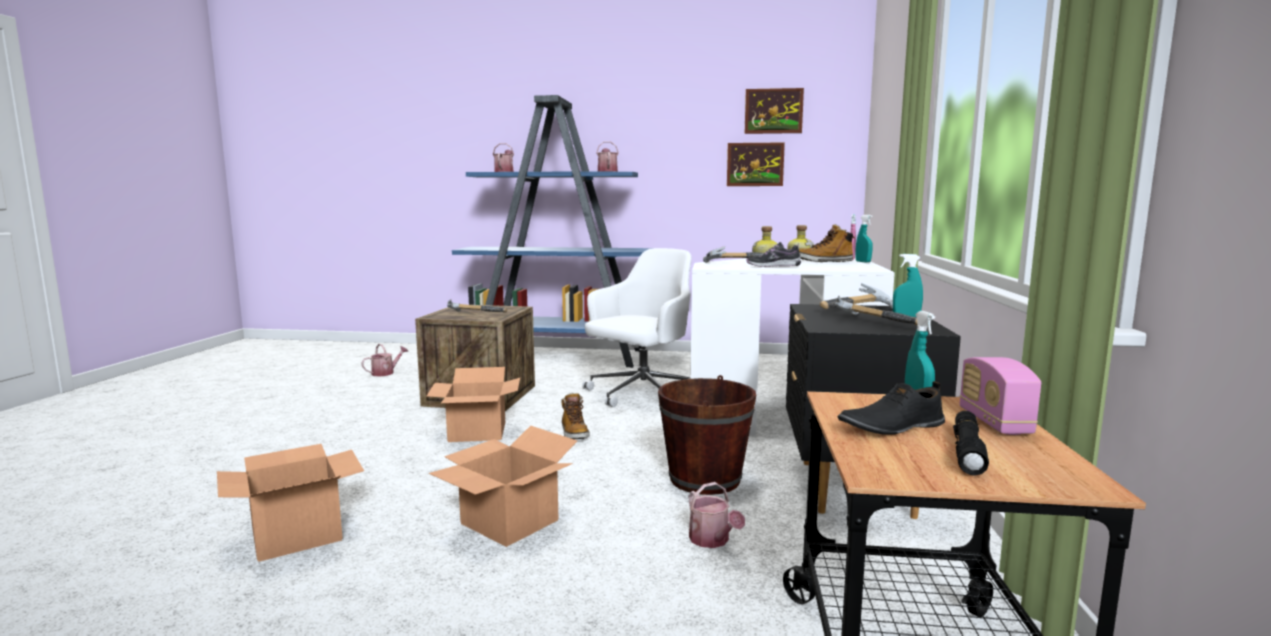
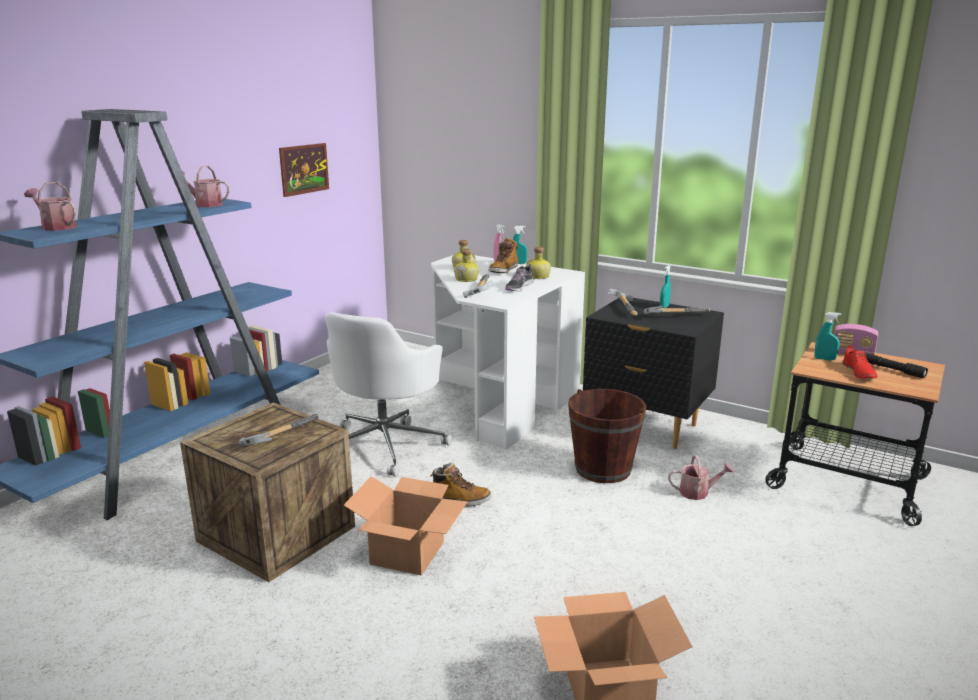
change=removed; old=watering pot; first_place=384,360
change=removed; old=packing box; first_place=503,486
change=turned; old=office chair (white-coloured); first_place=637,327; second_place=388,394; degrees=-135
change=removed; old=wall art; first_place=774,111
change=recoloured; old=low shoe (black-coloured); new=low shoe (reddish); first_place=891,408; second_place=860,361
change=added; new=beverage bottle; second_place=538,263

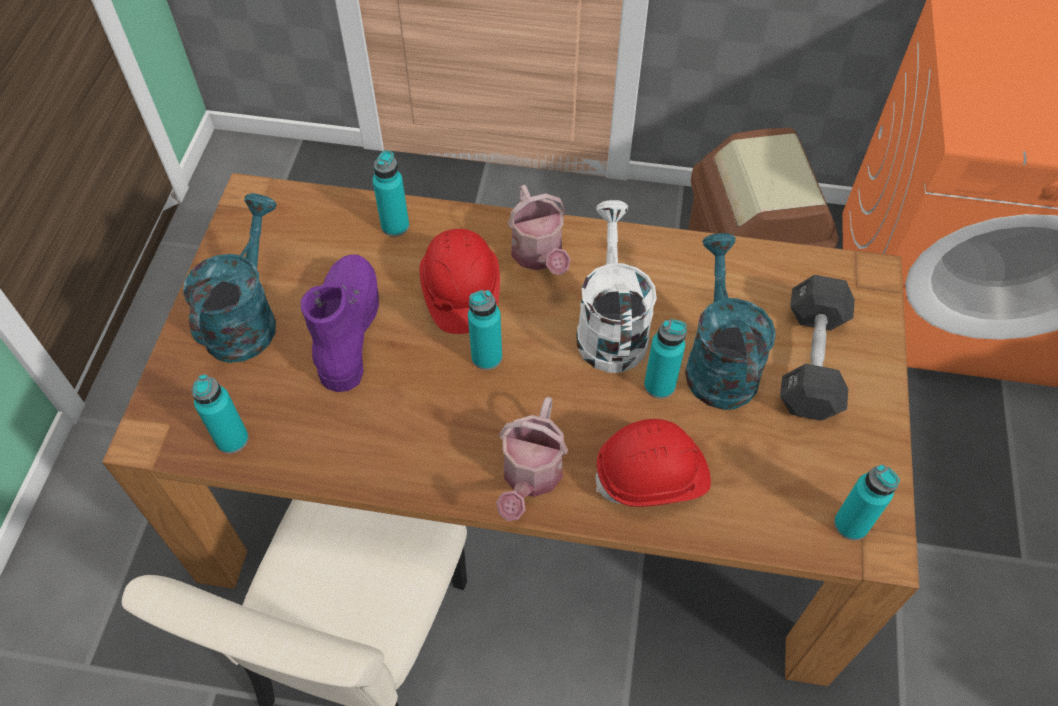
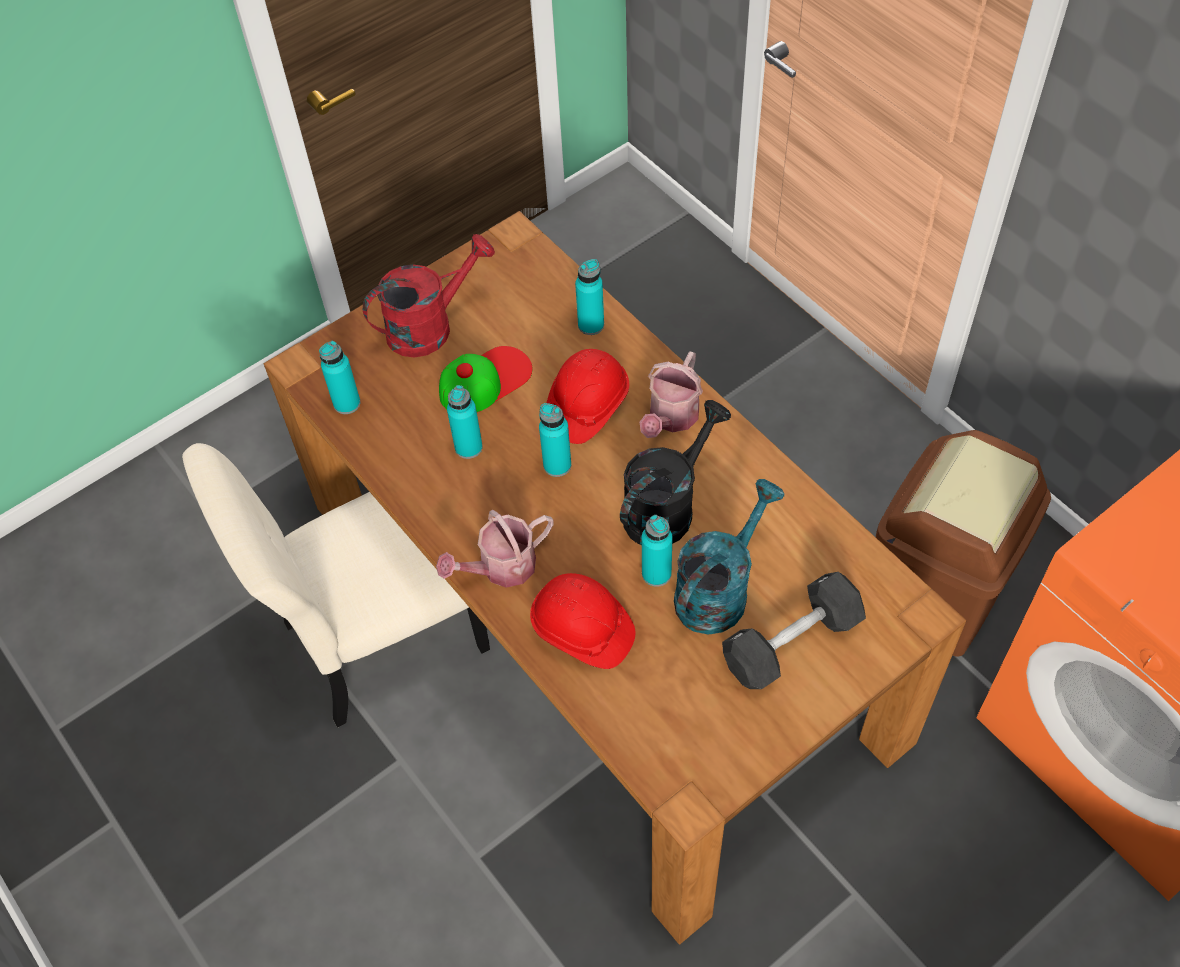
change=recoloured; old=watering pot (blue-green); new=watering pot (reddish); first_place=230,278; second_place=429,296
change=replaced; old=high-top boot (purplish); new=baseball cap; first_place=340,323; second_place=485,379
change=recoloured; old=watering pot (white-coloured); new=watering pot (black-coloured); first_place=616,286; second_place=675,472
change=moved; old=beverage bottle (blue-green); first_place=867,502; second_place=465,422

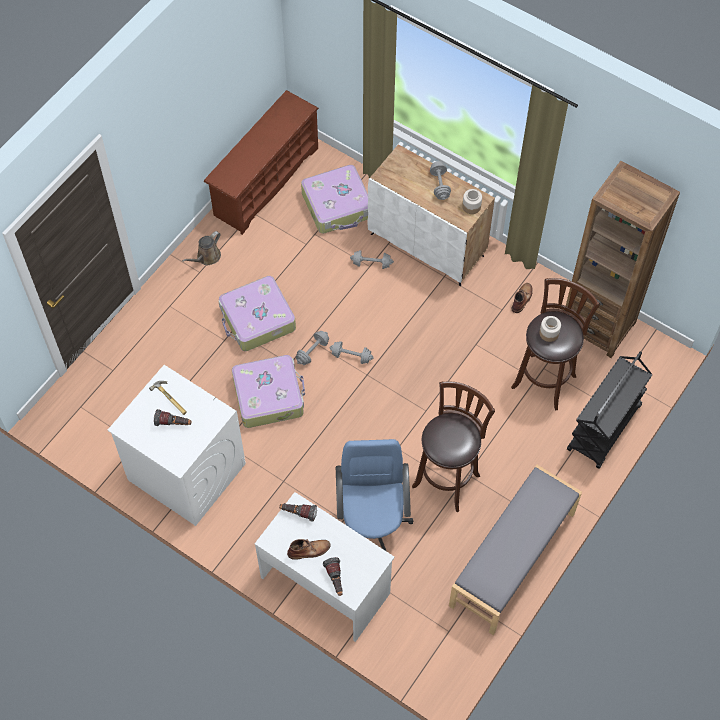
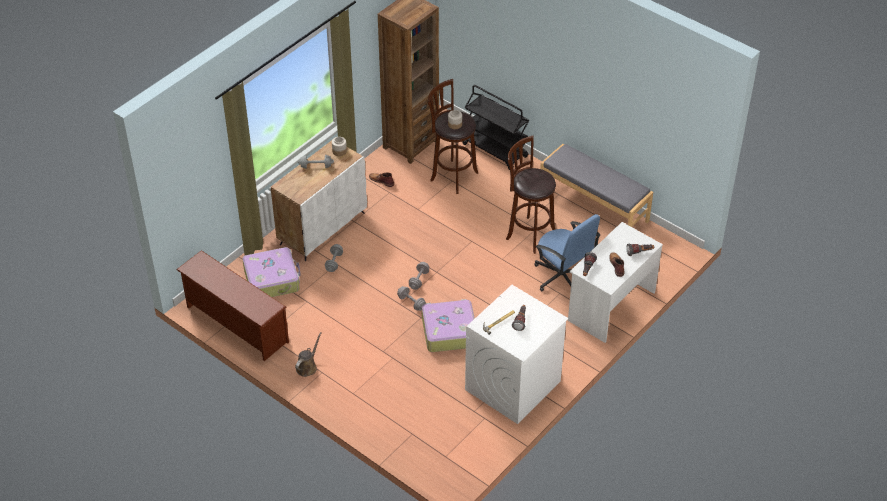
change=turned; old=watering pot (brownish); first_place=201,248; second_place=308,354; degrees=-105
change=removed; old=suitcase; first_place=257,313
change=turned; old=office chair (bluish); first_place=375,495; second_place=567,252; degrees=-135

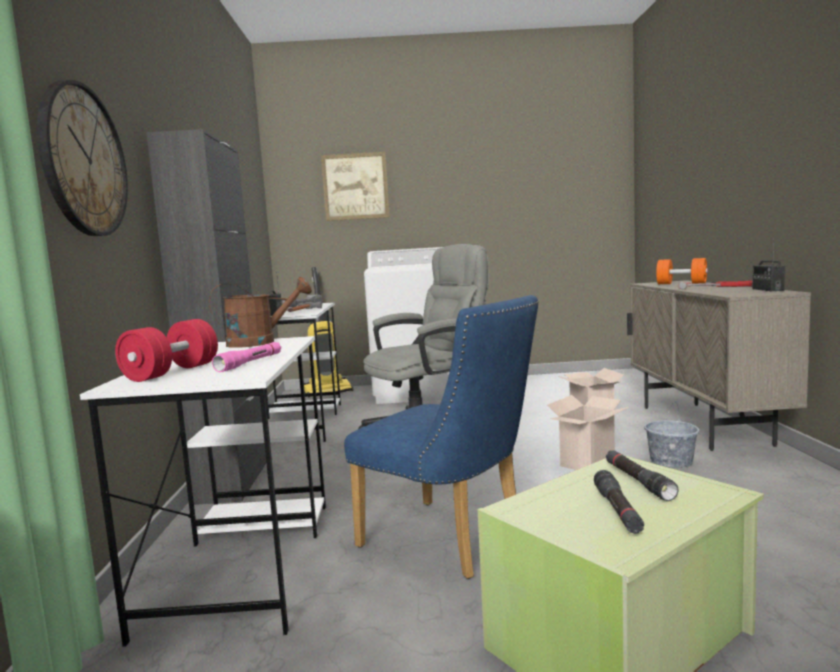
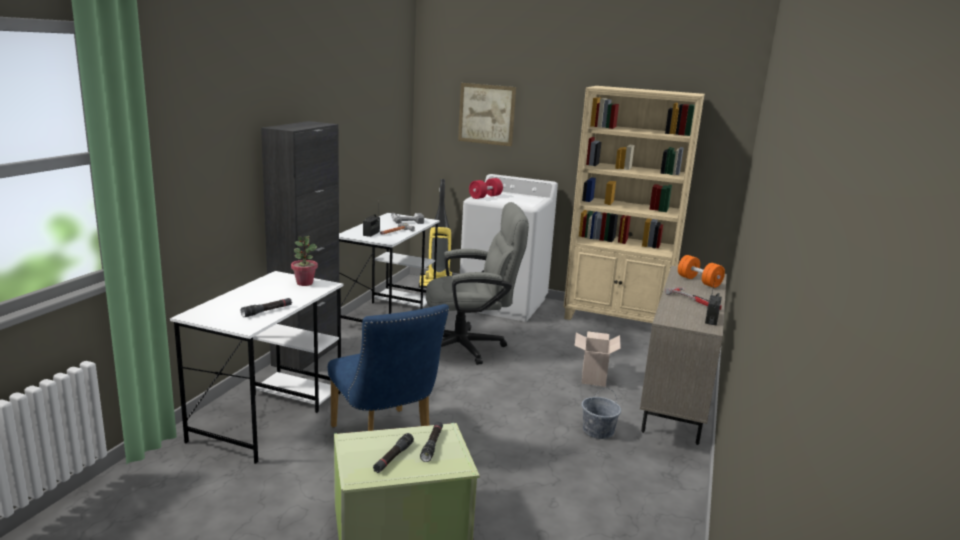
change=removed; old=wall clock; first_place=82,158
change=moved; old=hand weight (reddish); first_place=166,350; second_place=486,188
change=replaced; old=watering pot (brownish); new=houseplant; first_place=260,312; second_place=304,261
change=recoloured; old=torch (pink-coloured); new=torch (black-coloured); first_place=246,357; second_place=266,307
change=removed; old=packing box; first_place=588,432
change=added; new=bookcase (beige); second_place=634,204

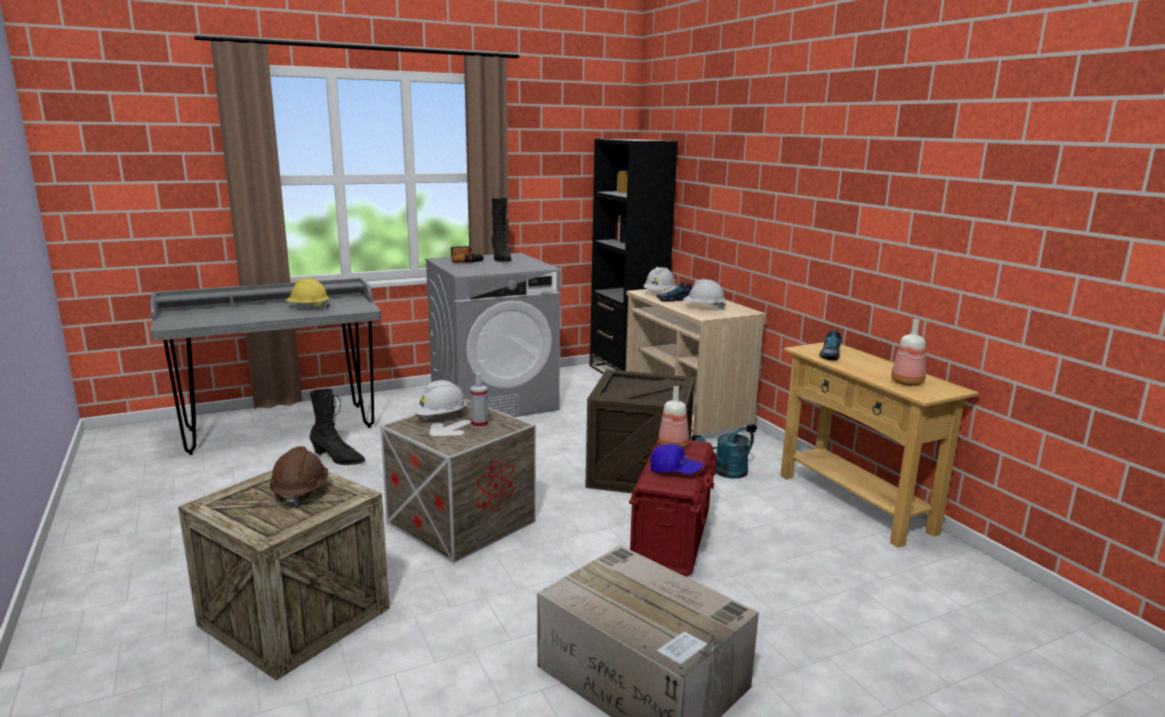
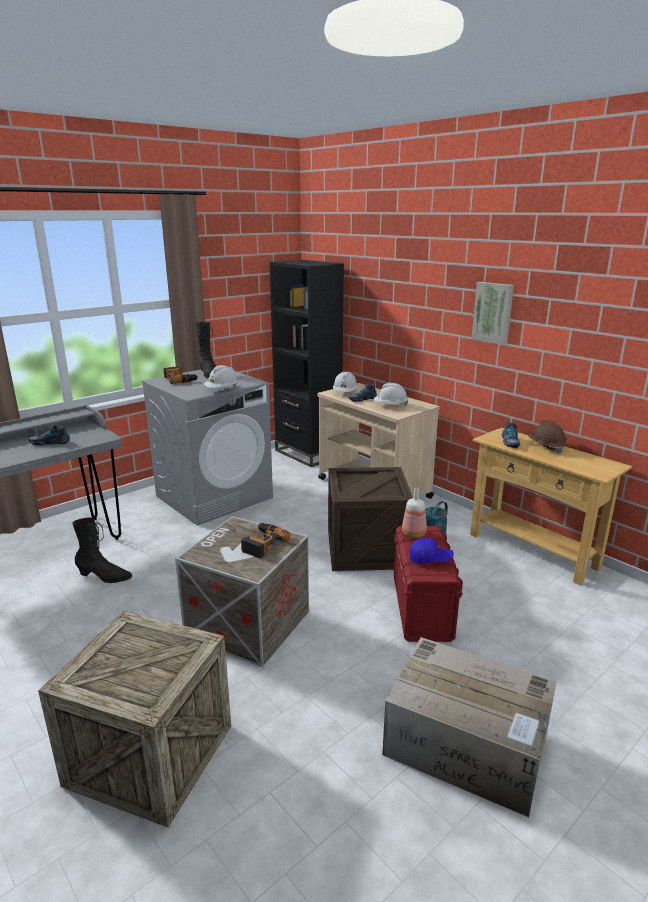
change=moved; old=safety helmet (brownish); first_place=298,477; second_place=547,437
change=replaced; old=safety helmet (yellowish); new=low shoe; first_place=307,293; second_place=49,435
change=moved; old=safety helmet (white-coloured); first_place=439,398; second_place=221,376
change=replaced; old=sprayer; new=power drill; first_place=479,400; second_place=266,540
change=removed; old=beverage bottle; first_place=908,352
change=added; new=wall art; second_place=493,313

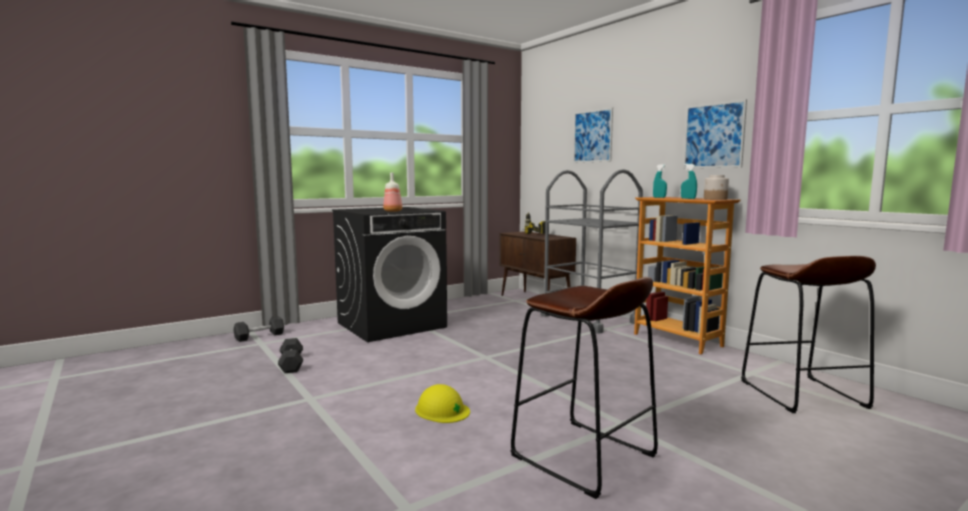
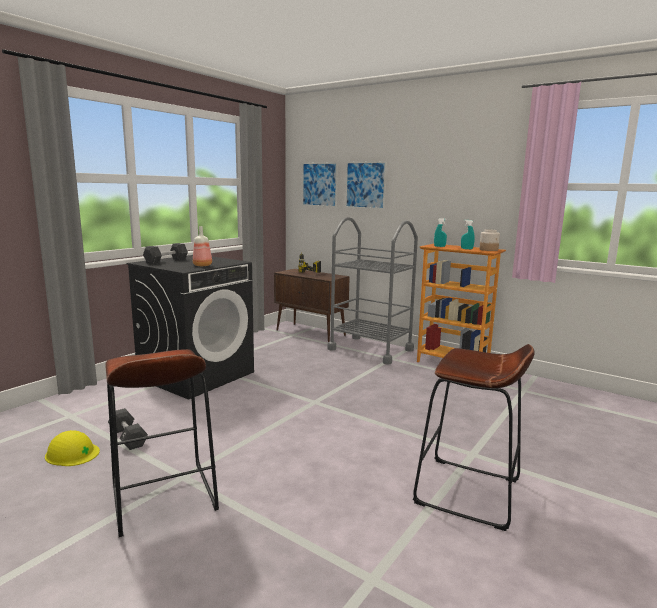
change=moved; old=hand weight (black-coloured); first_place=259,329; second_place=165,253
change=moved; old=safety helmet (yellowish); first_place=442,403; second_place=72,448
change=moved; old=wall art; first_place=715,133; second_place=320,184
change=moved; old=sitting stool (brownish); first_place=808,334; second_place=162,443

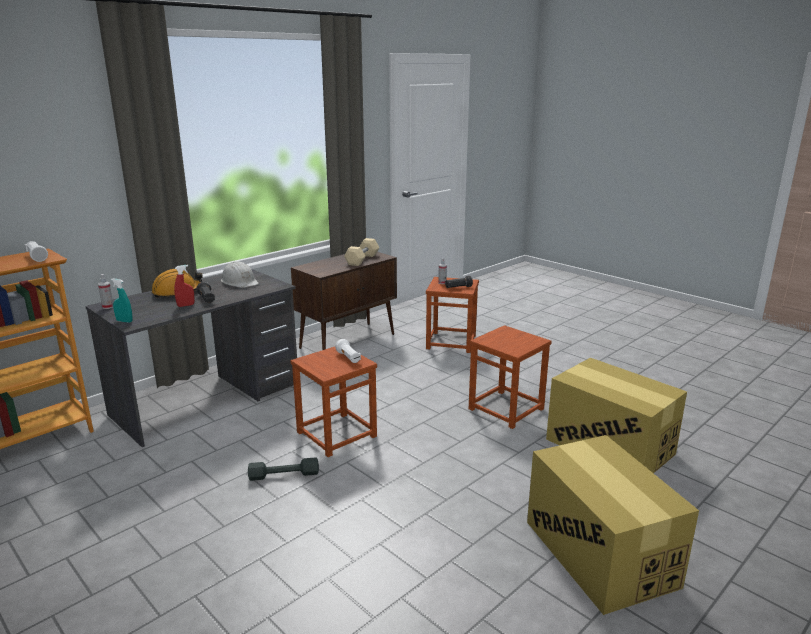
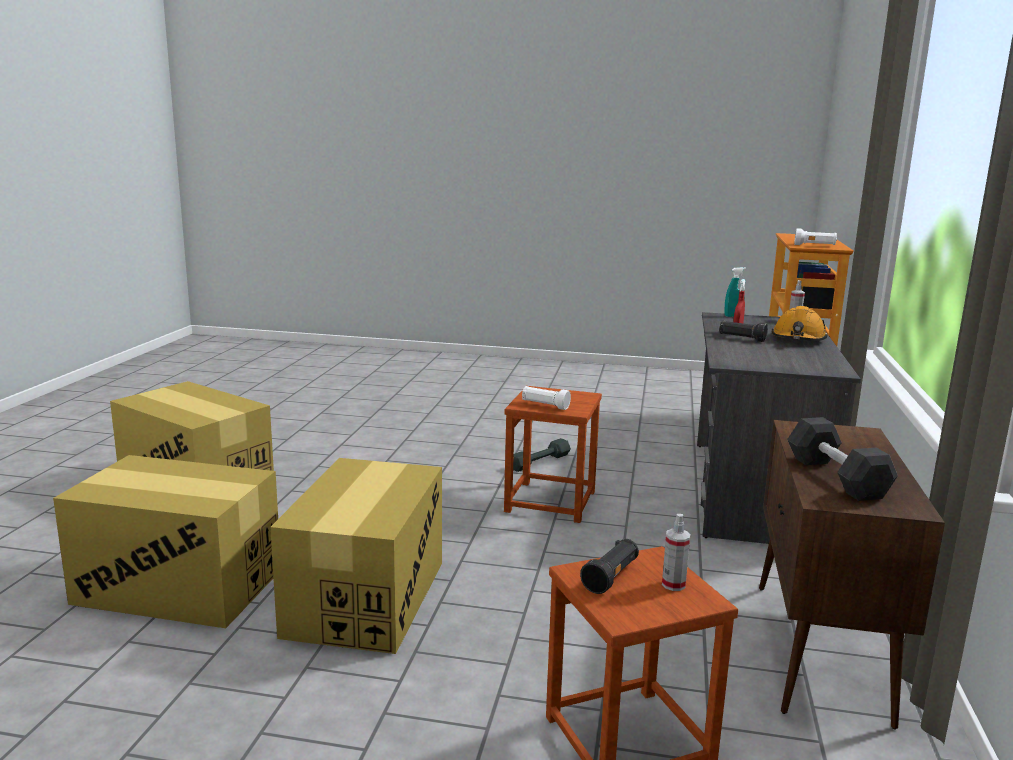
change=removed; old=safety helmet (white-coloured); first_place=240,274
change=recoloured; old=hand weight (beige); new=hand weight (black-coloured); first_place=362,252; second_place=842,459
change=replaced; old=sitting stool (brownish); new=packing box; first_place=510,377; second_place=356,556

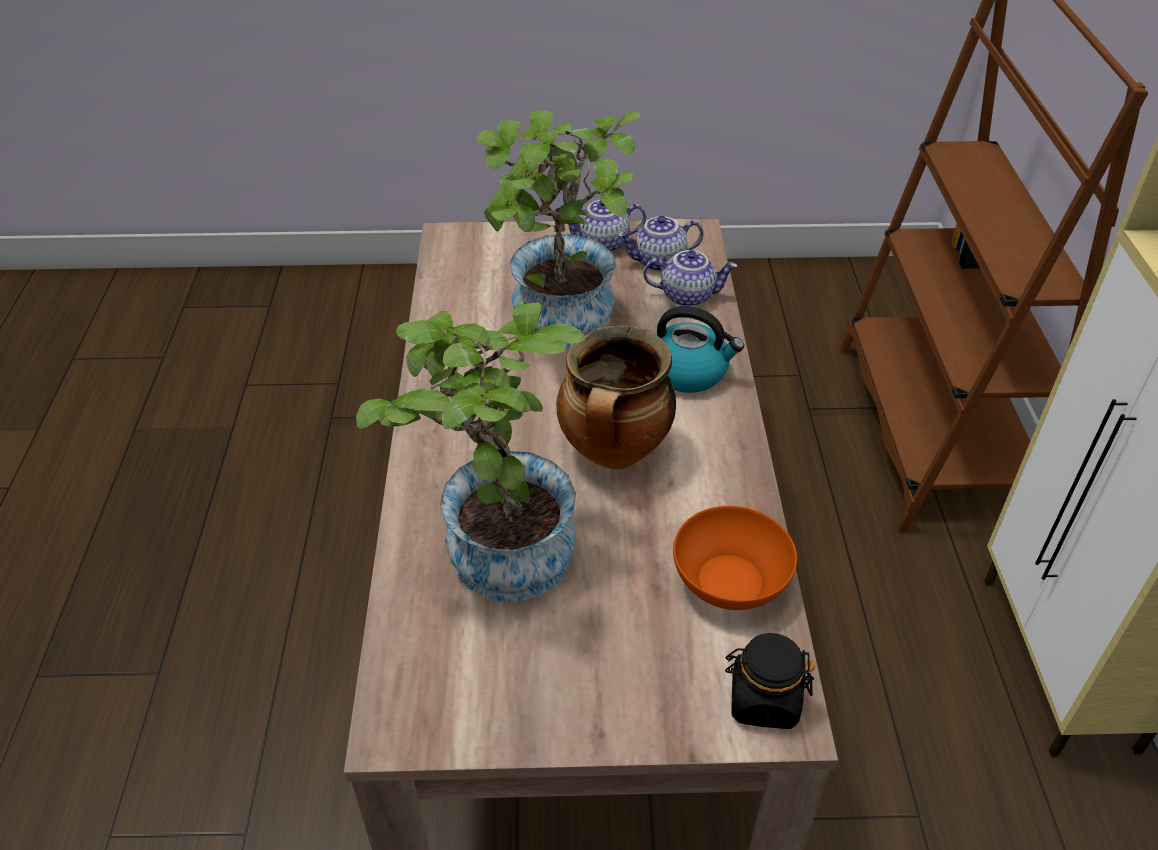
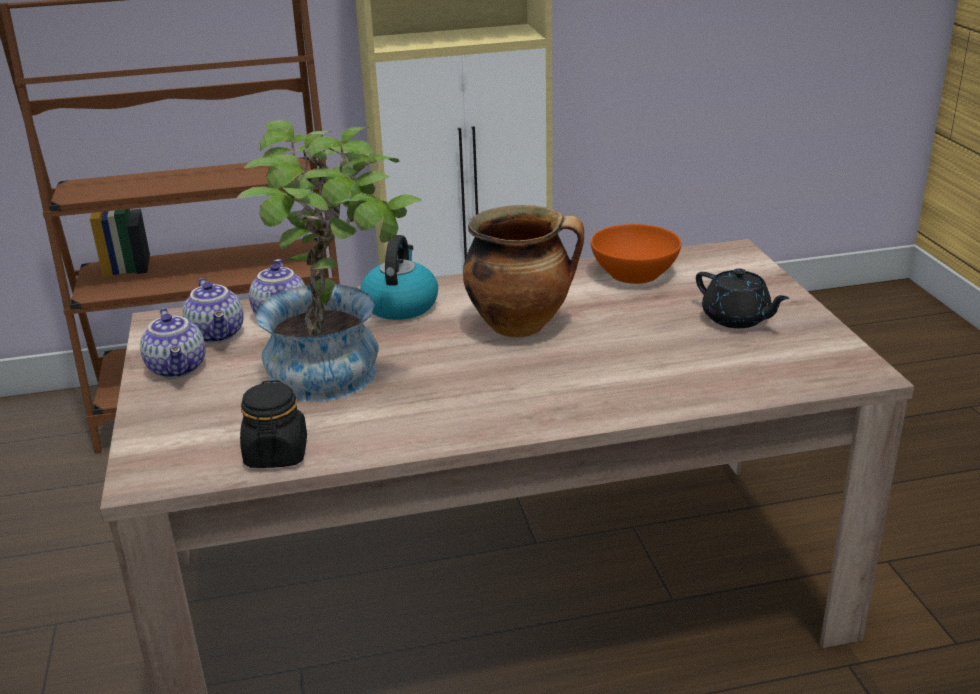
change=removed; old=houseplant; first_place=470,452
change=moved; old=preserve jar (black-coloured); first_place=770,681; second_place=273,424
change=added; new=tea pot (black-coloured); second_place=742,298

